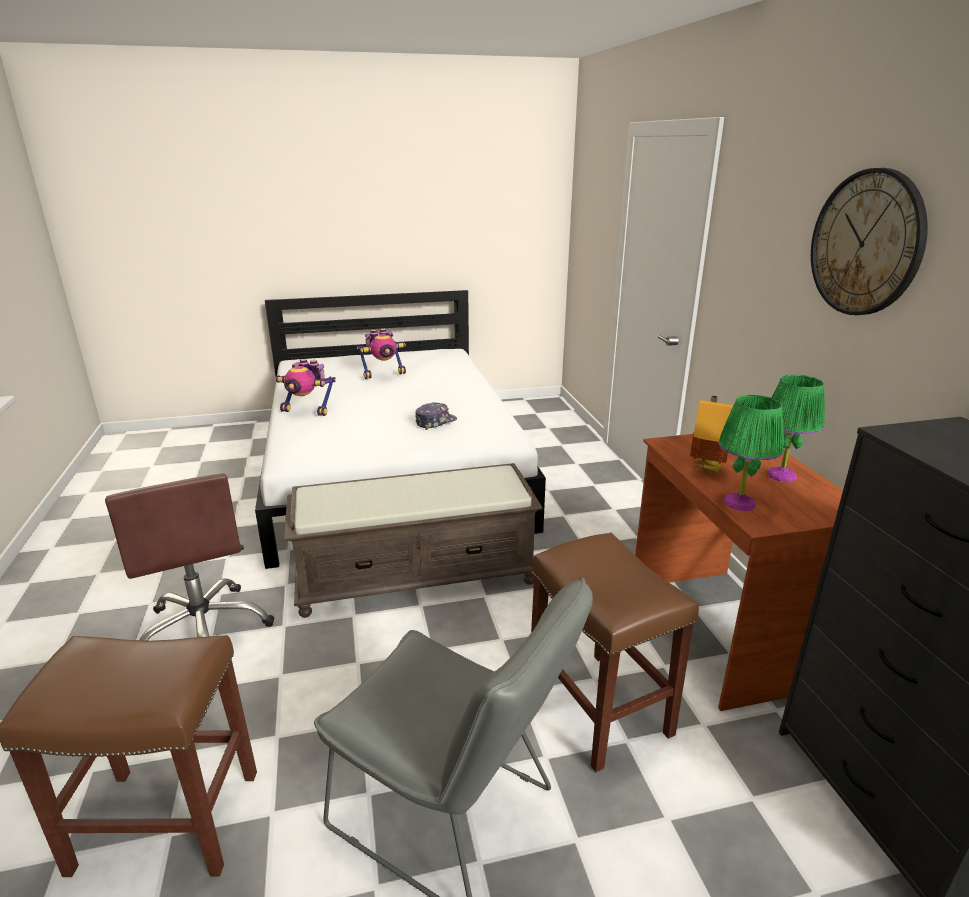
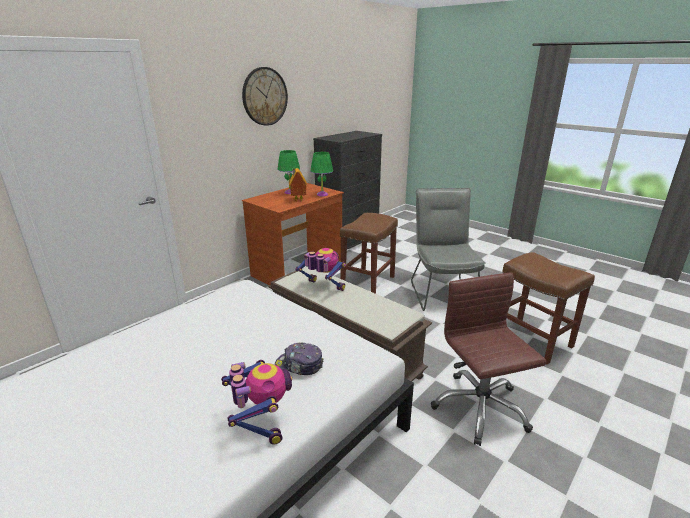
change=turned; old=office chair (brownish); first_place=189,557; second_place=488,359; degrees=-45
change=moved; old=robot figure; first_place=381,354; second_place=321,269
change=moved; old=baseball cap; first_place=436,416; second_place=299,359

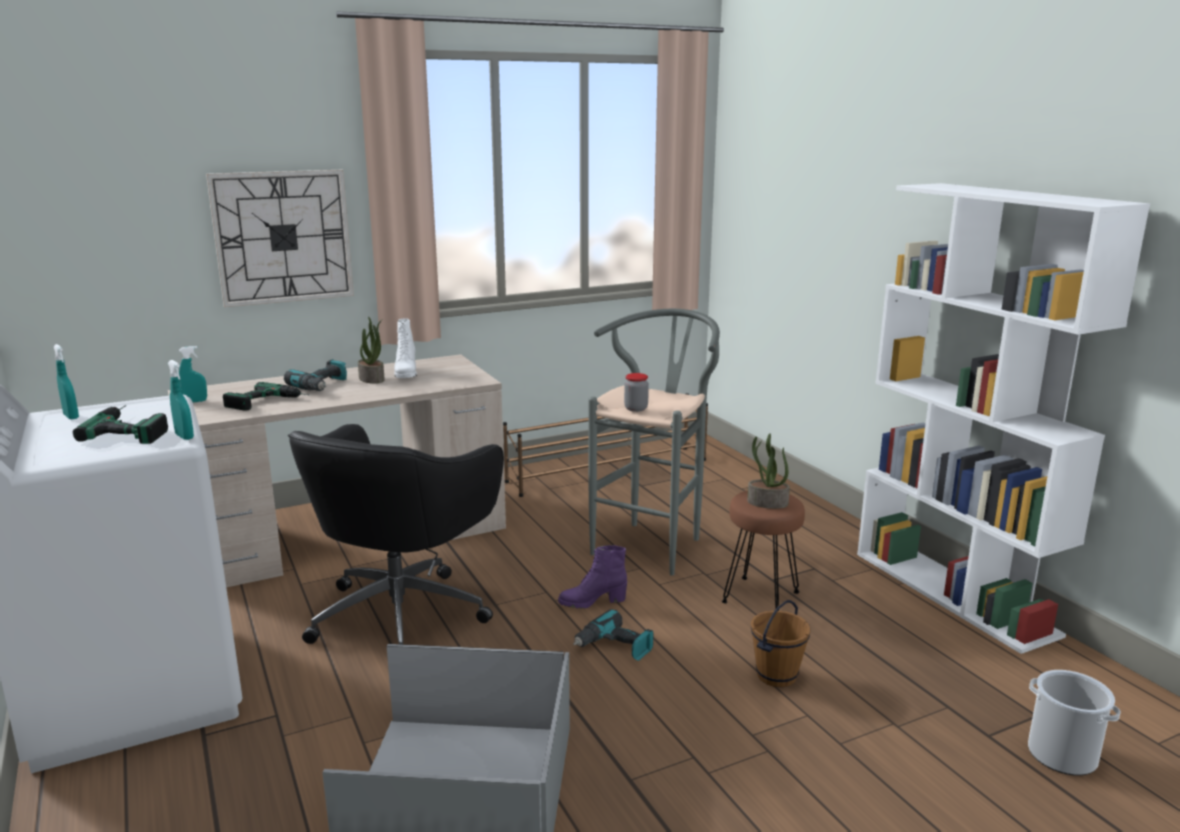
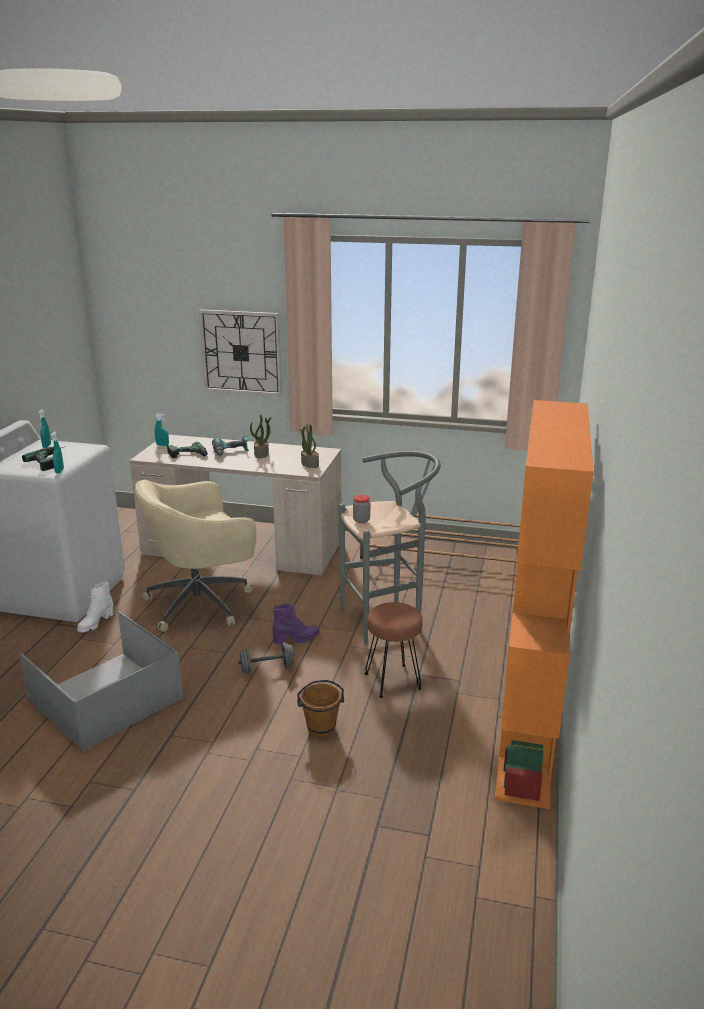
change=recoloured; old=office chair (black-coloured); new=office chair (beige); first_place=396,534; second_place=195,556
change=moved; old=high-top boot (white-coloured); first_place=405,348; second_place=95,607
change=turned; old=high-top boot (purplish); first_place=592,577; second_place=296,624; degrees=135
change=replaced; old=power drill; new=hand weight (gray); first_place=613,635; second_place=266,659
change=moved; old=houseplant; first_place=768,471; second_place=309,445
change=recoloured; old=bookcase (white-coloured); new=bookcase (orange); first_place=1003,418; second_place=544,604
change=removed; old=bucket; first_place=1074,723

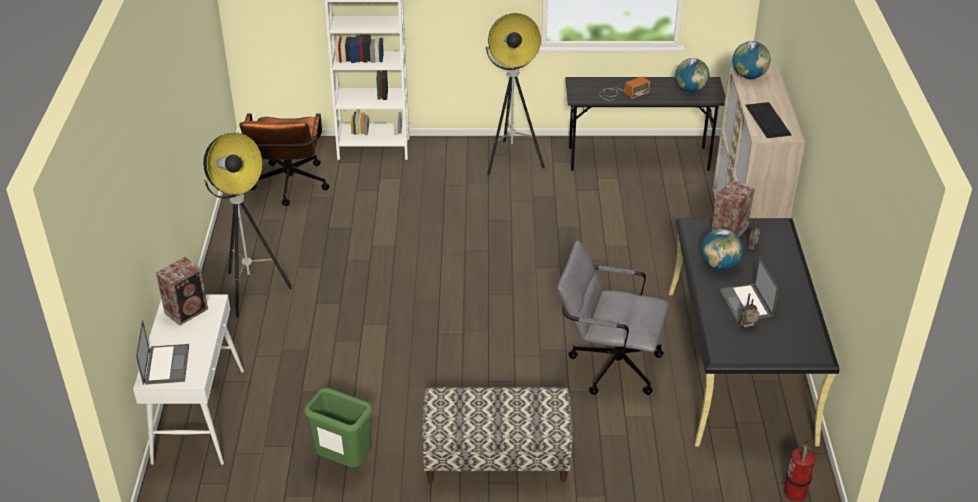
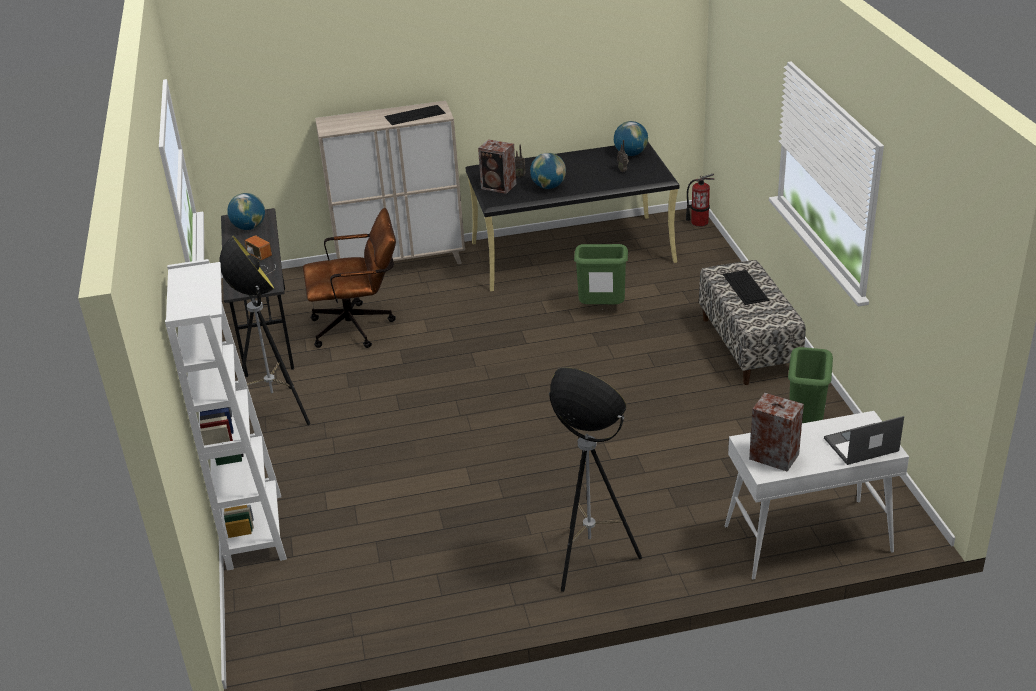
change=moved; old=office chair (brownish); first_place=285,159; second_place=349,278
change=replaced; old=office chair (gray); new=trash can (greenish); first_place=613,318; second_place=601,274
change=removed; old=laptop; first_place=749,289
change=moved; old=world globe; first_place=751,60; second_place=631,138
change=added; new=keyboard; second_place=746,287

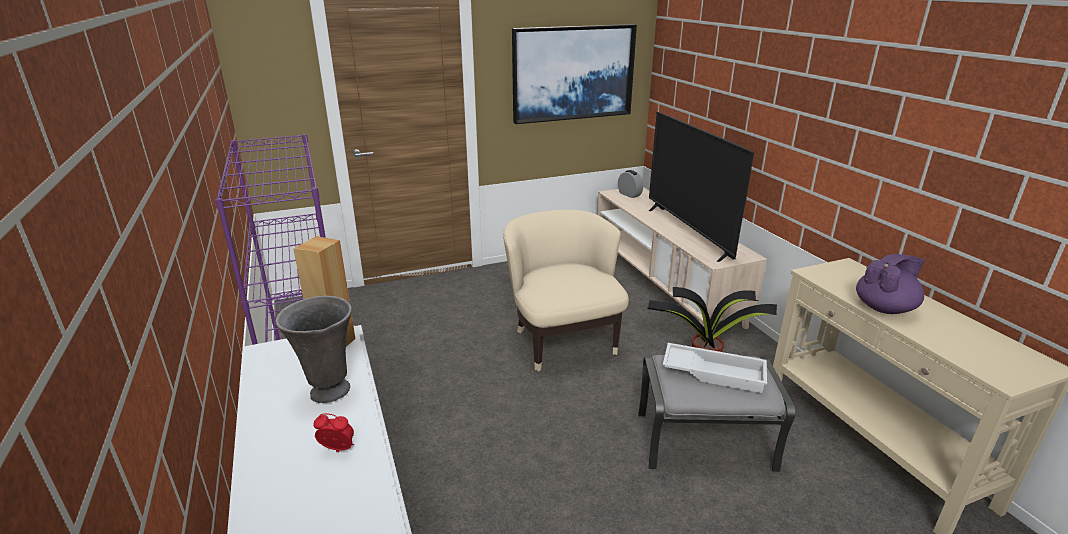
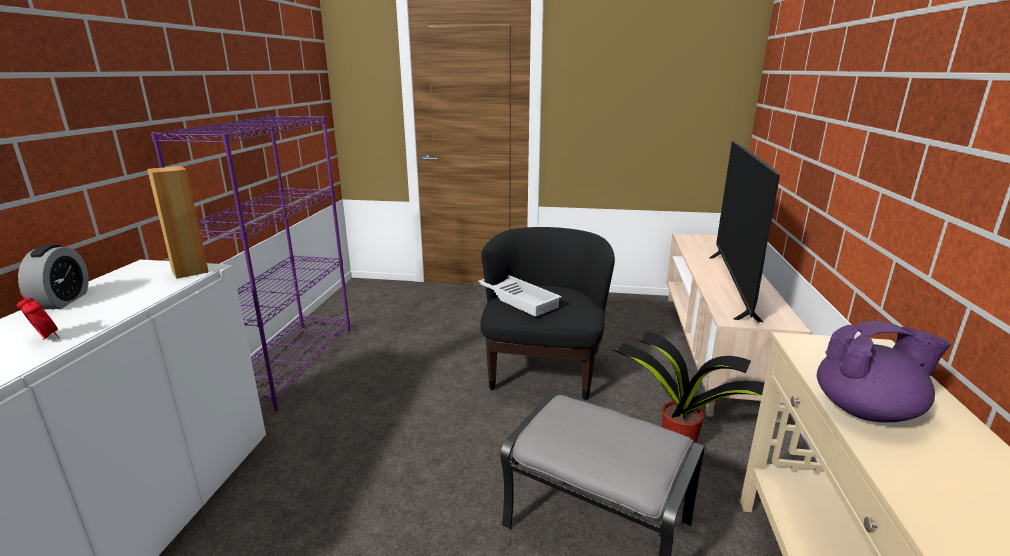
change=removed; old=vase (gray); first_place=313,349
change=recoloured; old=easy chair (beige); new=easy chair (black-coloured); first_place=566,291; second_place=547,313
change=removed; old=wall art; first_place=574,74
change=moved; old=bedside clock; first_place=630,184; second_place=53,276
change=moved; old=serving tray (white-coloured); first_place=715,368; second_place=520,296

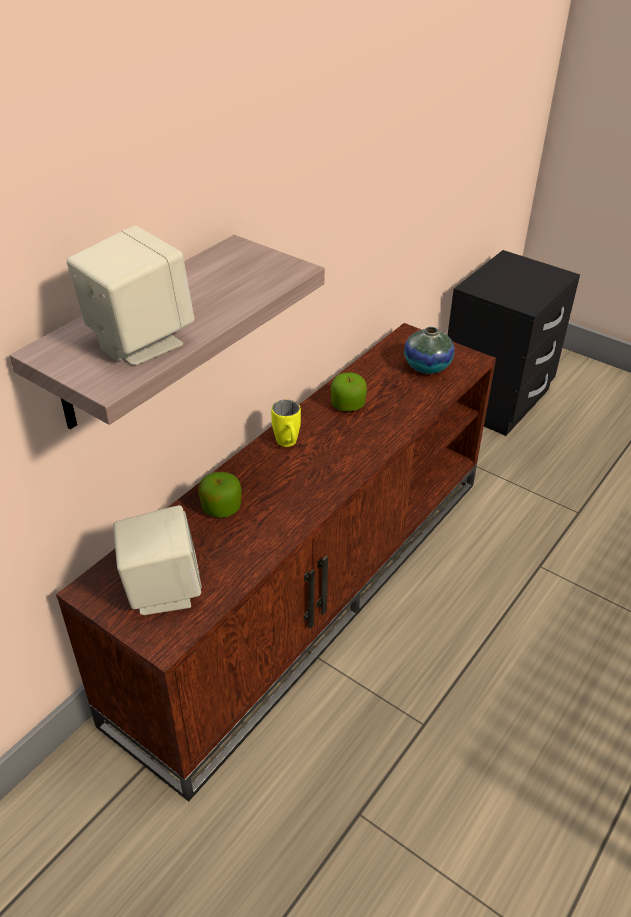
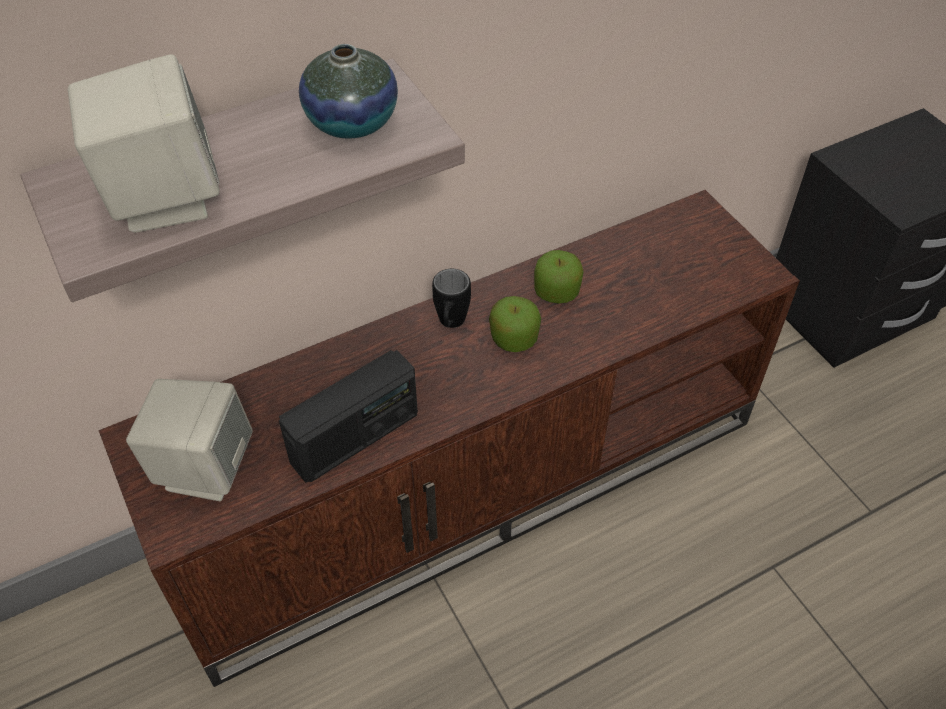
change=moved; old=apple; first_place=219,495; second_place=515,324
change=recoloured; old=coffee mug (yellowish); new=coffee mug (black-coloured); first_place=286,423; second_place=451,298
change=moved; old=vase; first_place=429,350; second_place=348,91
change=added; new=radio receiver; second_place=348,416

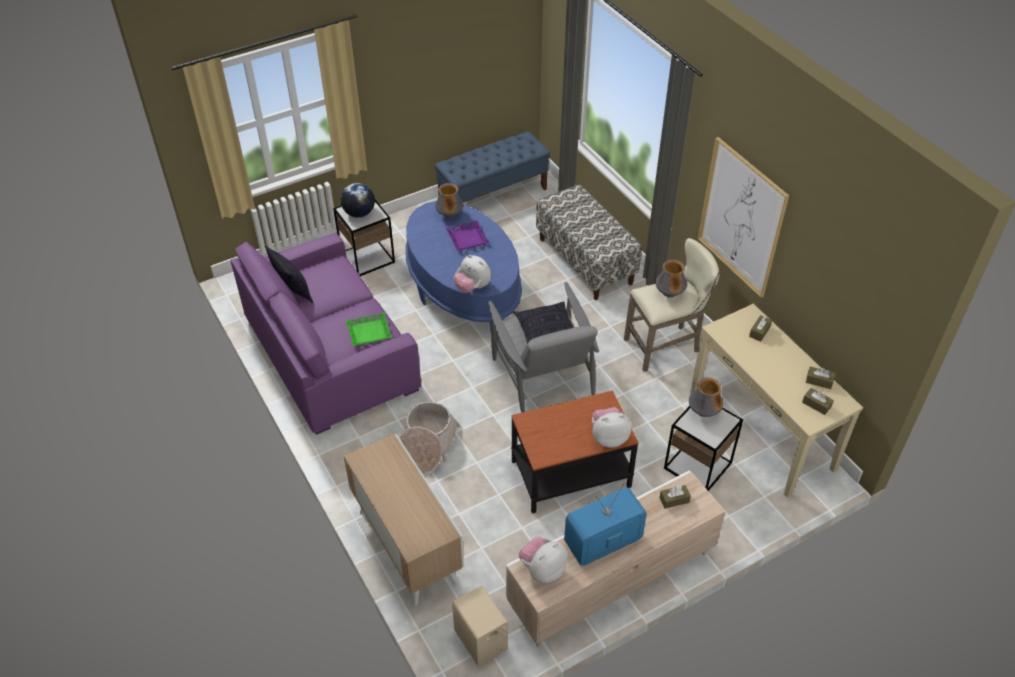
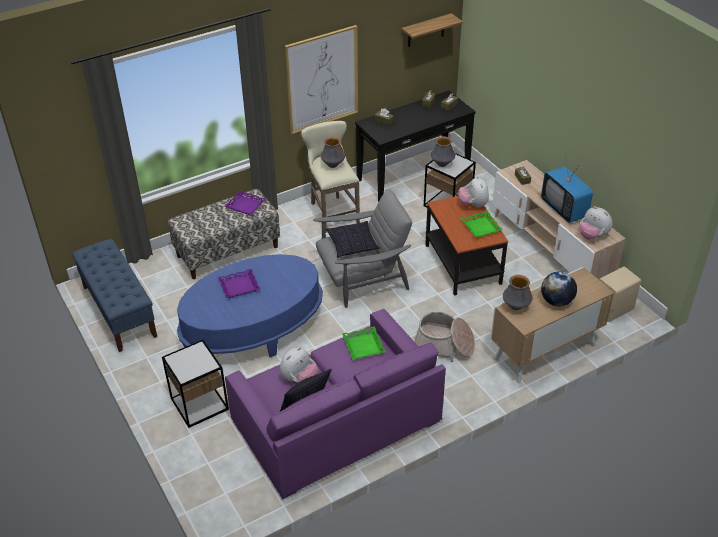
change=moved; old=world globe; first_place=357,200; second_place=559,289
change=moved; old=vase; first_place=449,201; second_place=518,292
change=moved; old=cuddly toy; first_place=472,274; second_place=299,364
change=recoloured; old=console table (beige); new=console table (black-coloured); first_place=776,401; second_place=415,146
change=added; new=serving tray (purplish); second_place=245,202
change=added; new=wall shelf; second_place=432,30
change=added; new=serving tray (greenish); second_place=481,224

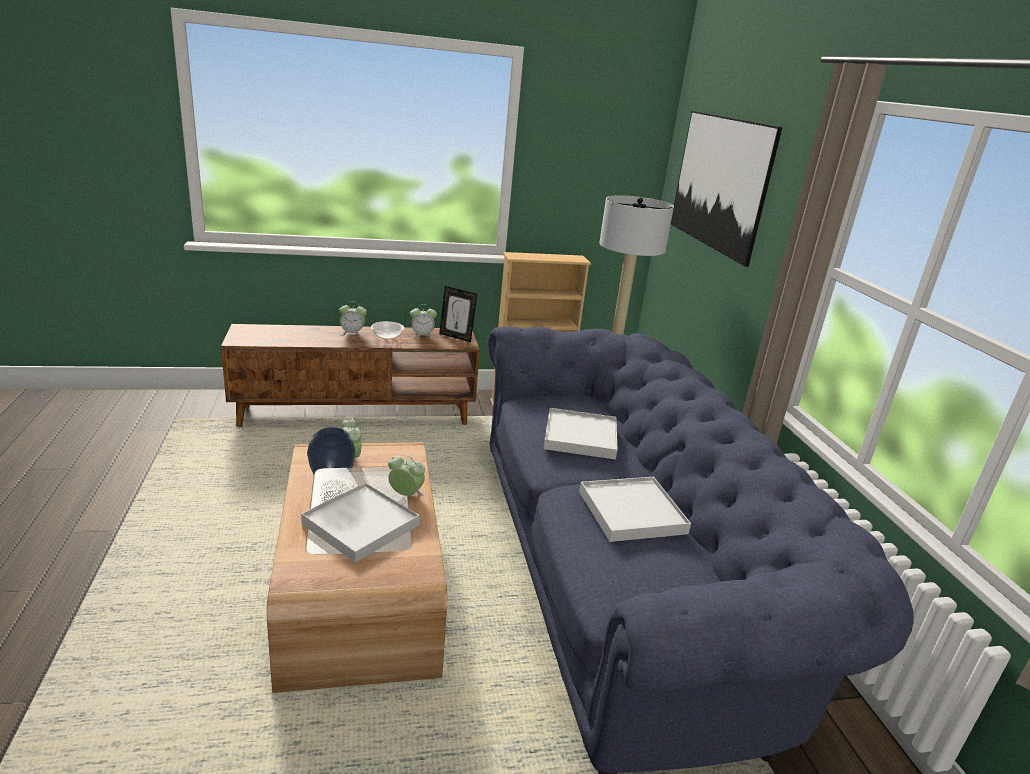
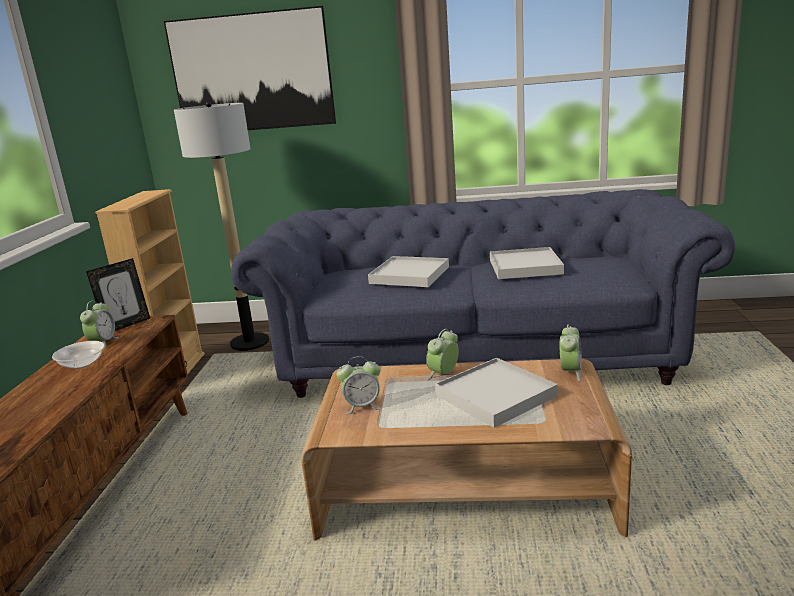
change=removed; old=vase; first_place=331,458
change=moved; old=bedside clock; first_place=353,319; second_place=571,352

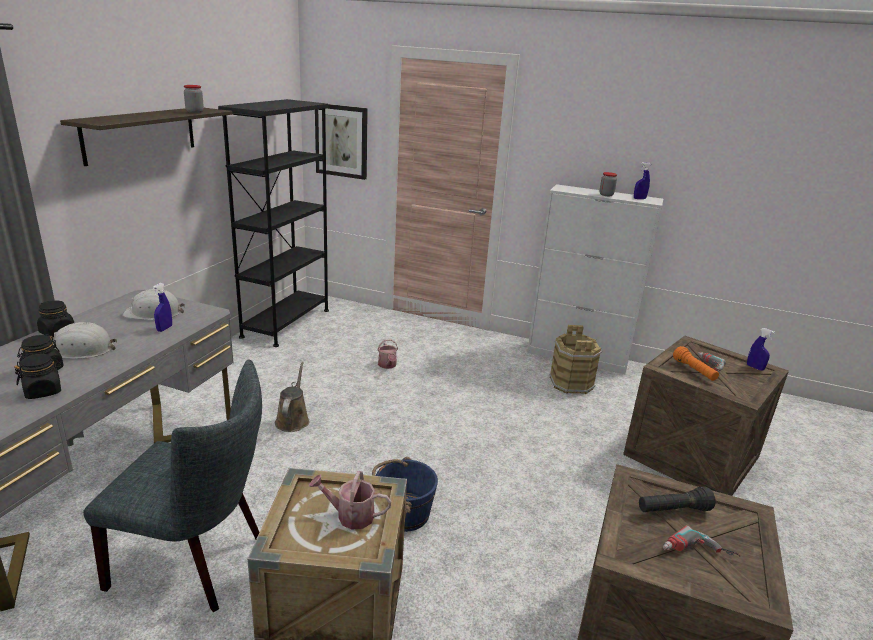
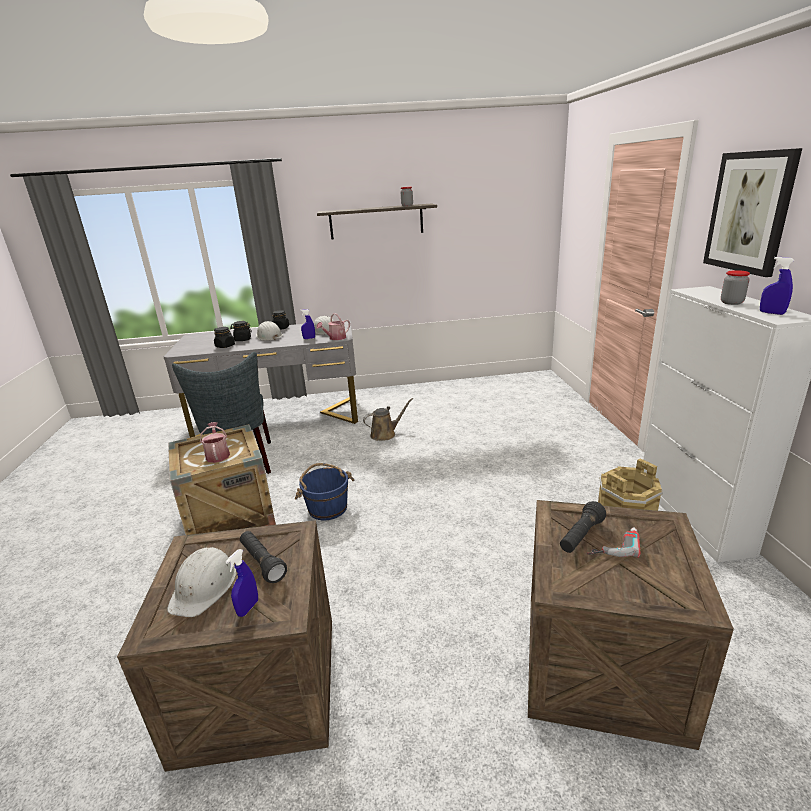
change=removed; old=bookcase (black-coloured); first_place=273,223
change=moved; old=wall art; first_place=341,142; second_place=752,212
change=moved; old=watering pot; first_place=387,354; second_place=333,326
change=replaced; old=power drill; new=safety helmet (white-coloured); first_place=702,541; second_place=201,582
change=recoloured; old=torch (orange); new=torch (black-coloured); first_place=696,363; second_place=583,527
change=moved; old=sprayer (bluish); first_place=761,349; second_place=242,583

